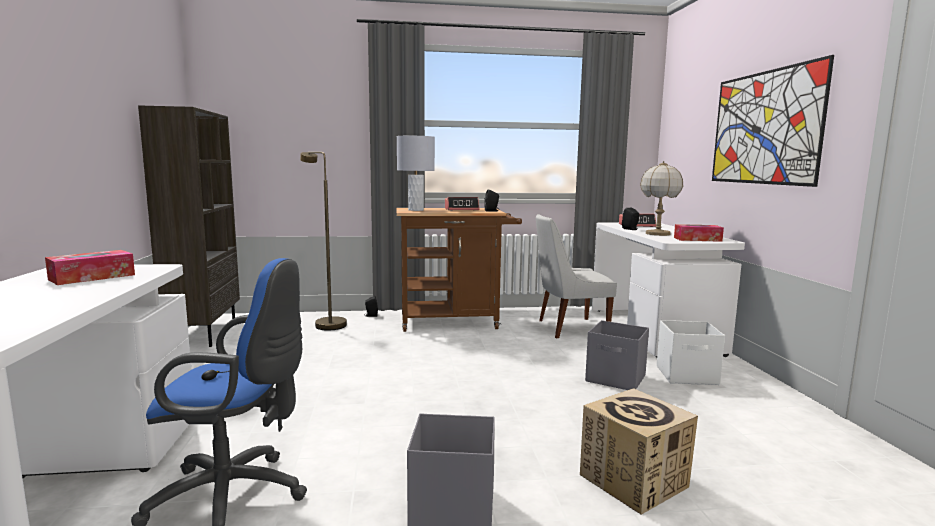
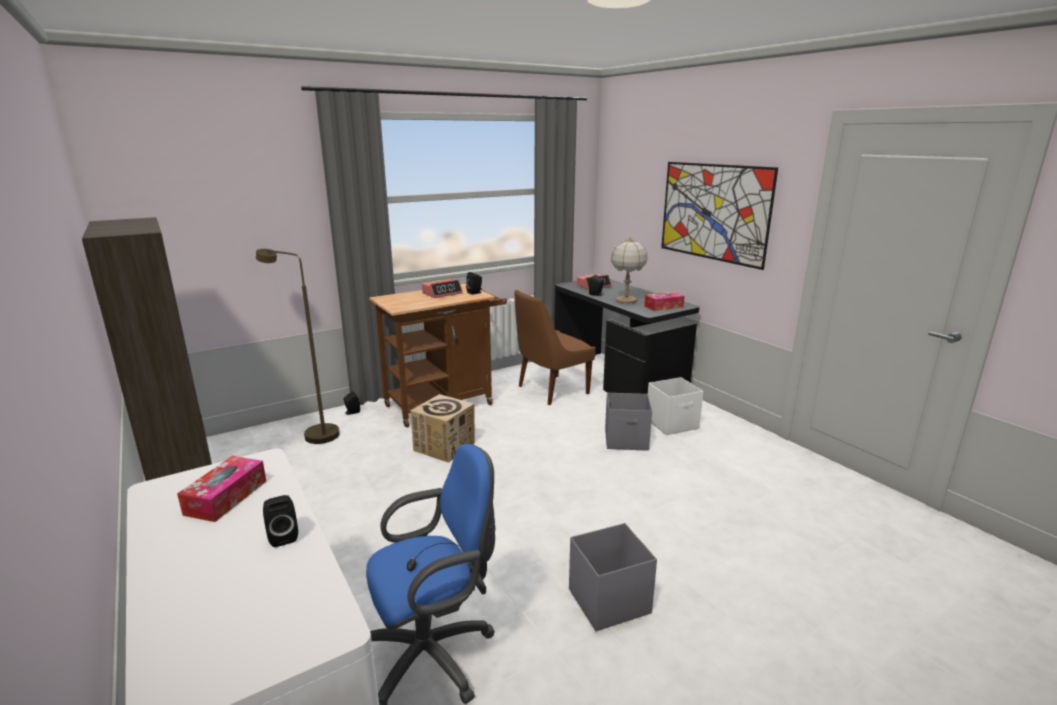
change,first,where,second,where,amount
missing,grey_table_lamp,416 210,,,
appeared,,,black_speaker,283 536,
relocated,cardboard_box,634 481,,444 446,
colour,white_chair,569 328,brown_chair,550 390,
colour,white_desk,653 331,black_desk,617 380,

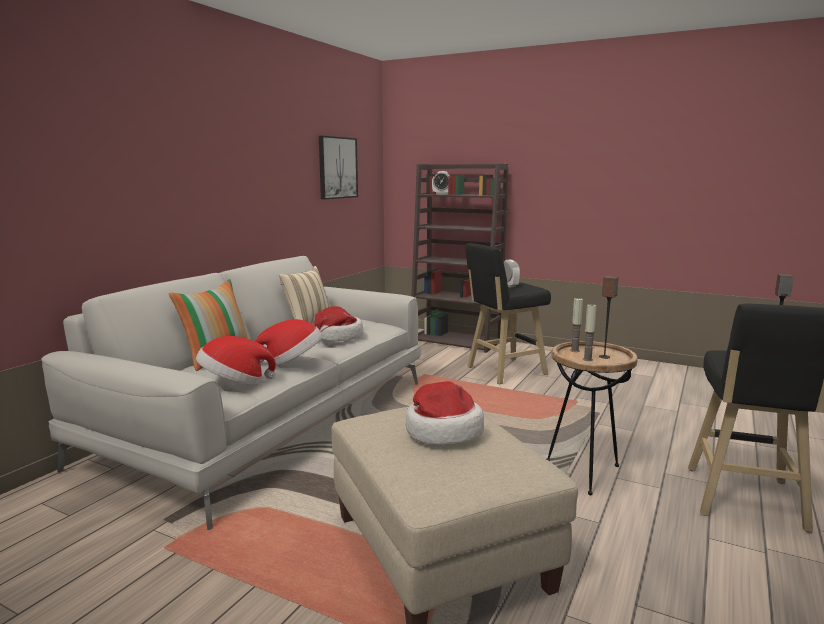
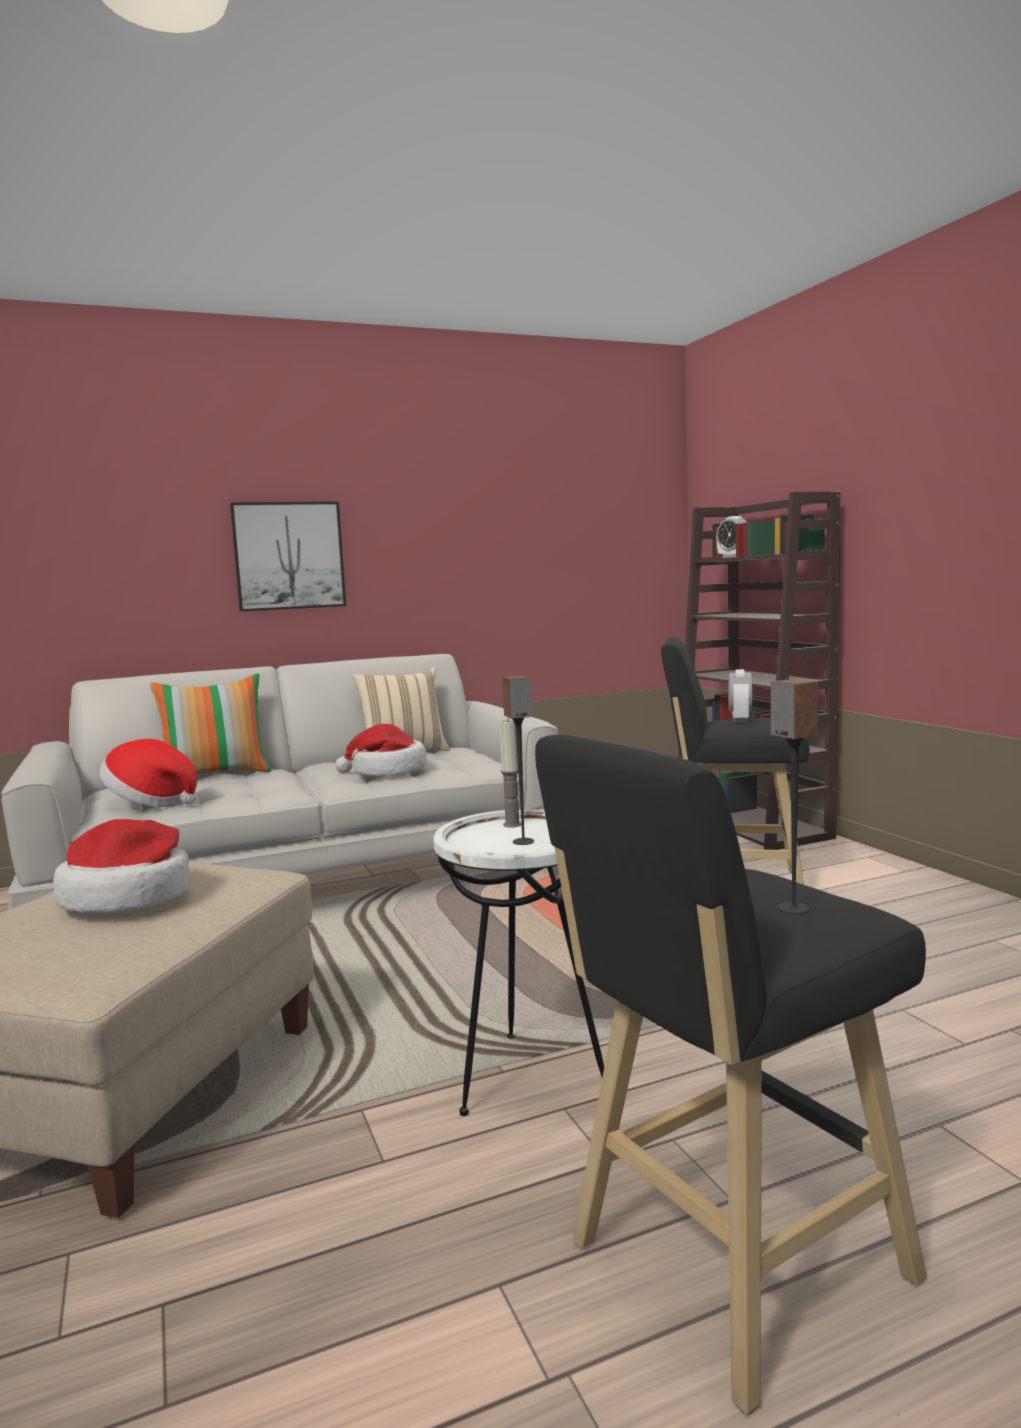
change,first,where,second,where,amount
missing,hat,291 363,,,
missing,candle,587 359,,,
relocated,picture,337 168,,289 556,
colour,brown_side_table,584 473,white_side_table,527 1079,

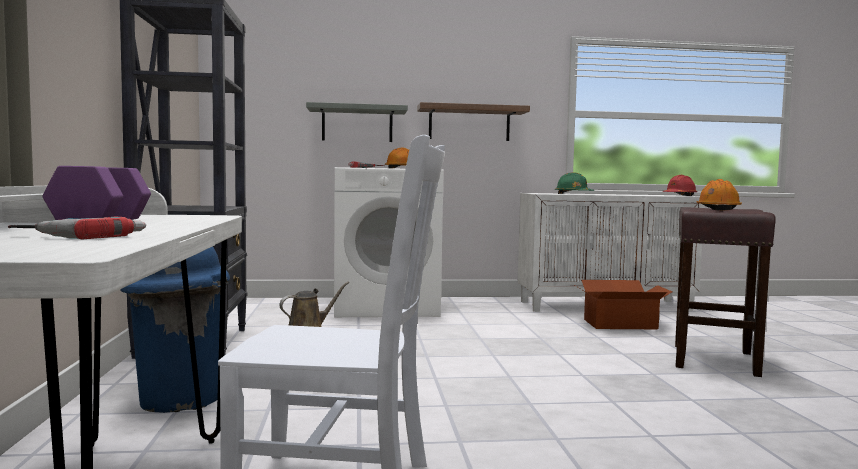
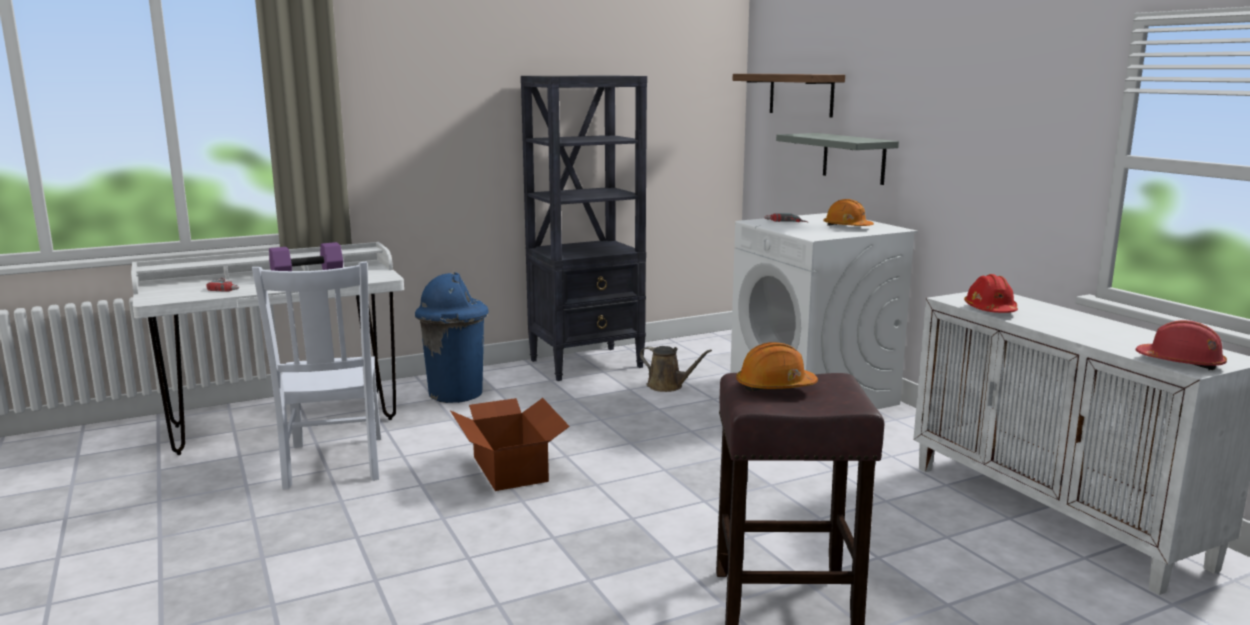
change,first,where,second,where,amount
relocated,shelf,469 123,,801 94,
relocated,cardboard_box,619 324,,511 468,
colour,green_hard_hat,573 194,red_hard_hat,990 310,

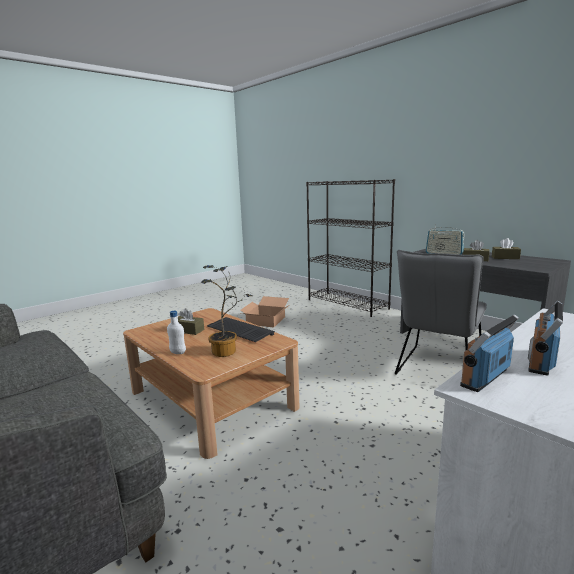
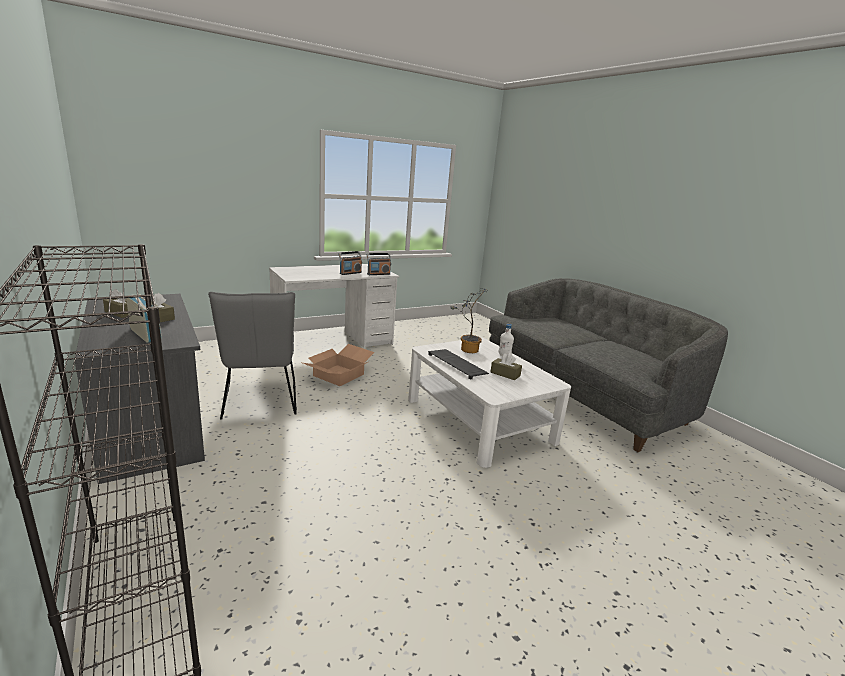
change,first,where,second,where,amount
relocated,cardboard_box,266 321,,338 374,
colour,brown_coffee_table,211 399,white_coffee_table,479 420,
spun,grey_chair,437 370,,260 402,120 degrees clockwise

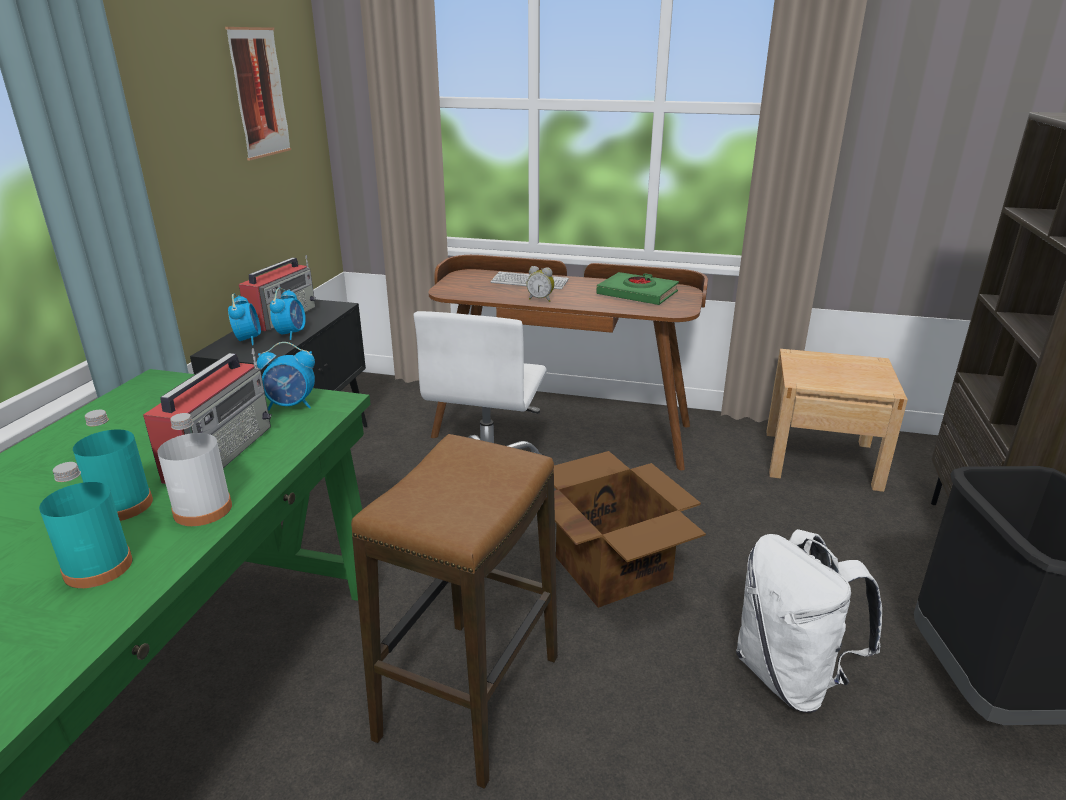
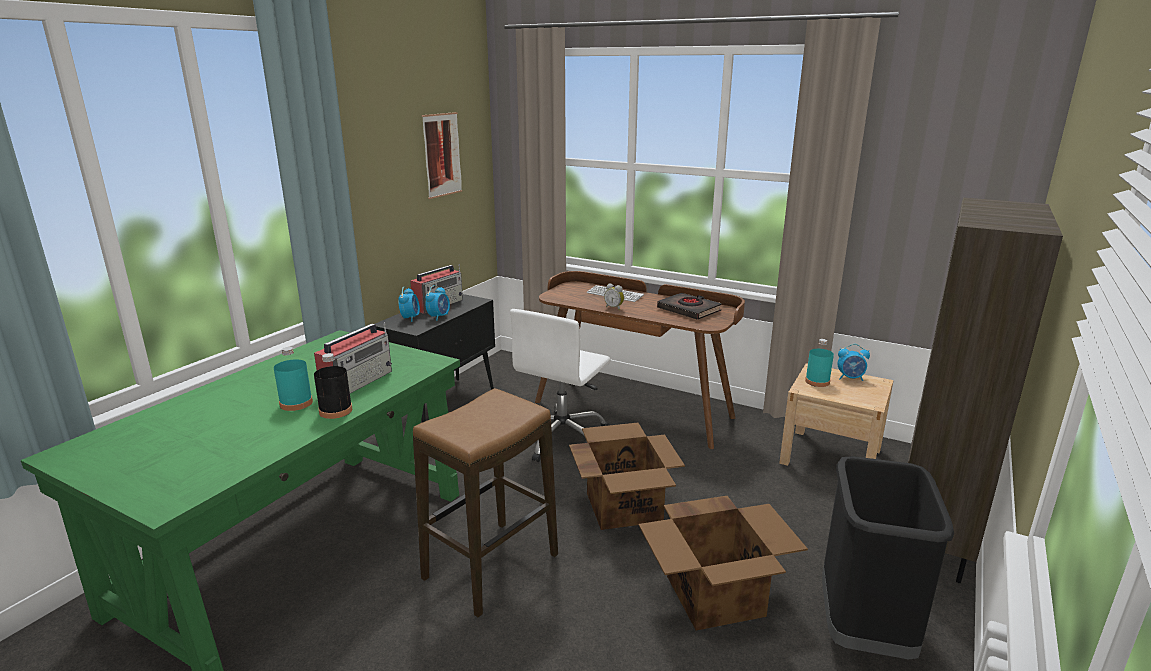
change,first,where,second,where,amount
relocated,turquoise_bottle,98 567,,817 381,
relocated,alarm_clock,292 405,,850 378,
exchanged,white_backpack,790 676,cardboard_box,716 596,
colour,white_bottle,203 509,black_bottle,335 411,
colour,green_book,637 294,black_book,689 310,

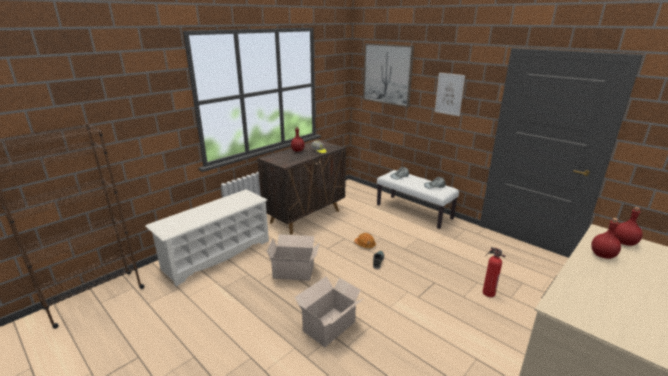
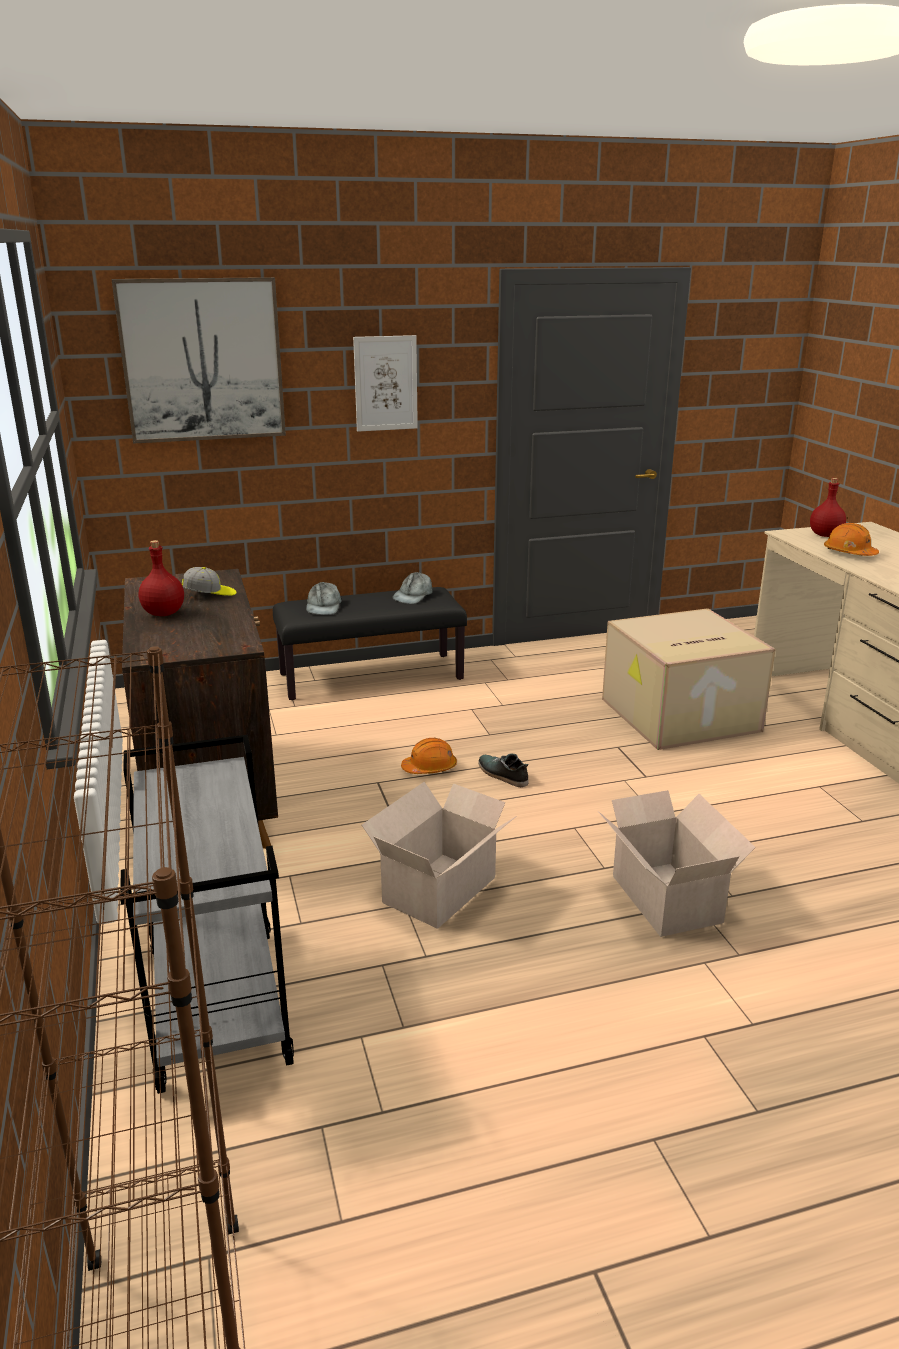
change,first,where,second,where,amount
exchanged,white_shoe_rack,217 254,grey_cart,216 1005,
exchanged,fire_extinguisher,487 292,cardboard_box,679 716,
exchanged,red_bottle,602 255,orange_hard_hat,849 553,
colour,white_bench,414 211,black_bench,371 676,

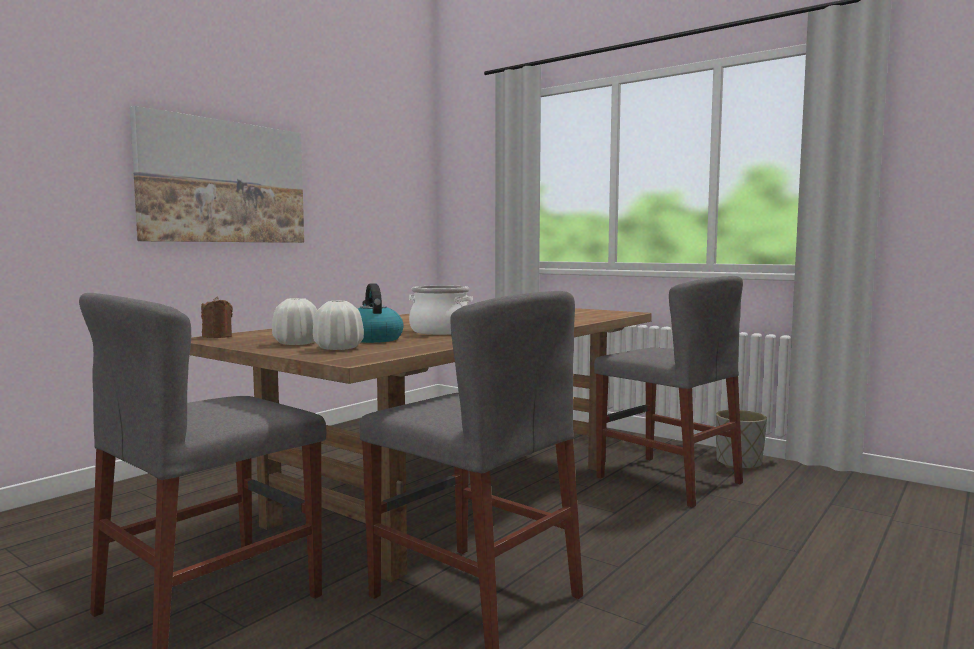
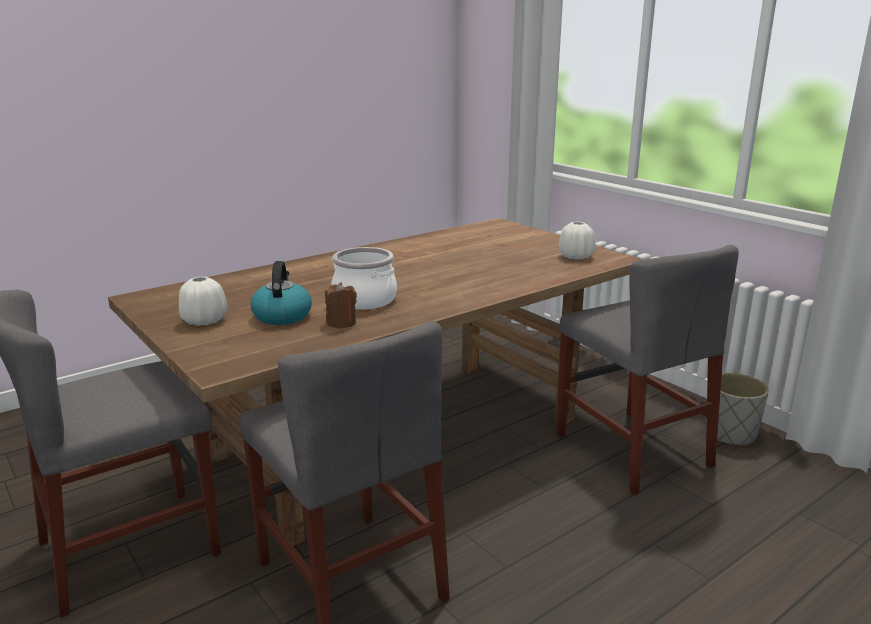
change,first,where,second,where,amount
missing,picture,223 182,,,
relocated,brown_candle,217 337,,341 323,
relocated,white_vase,339 348,,575 257,

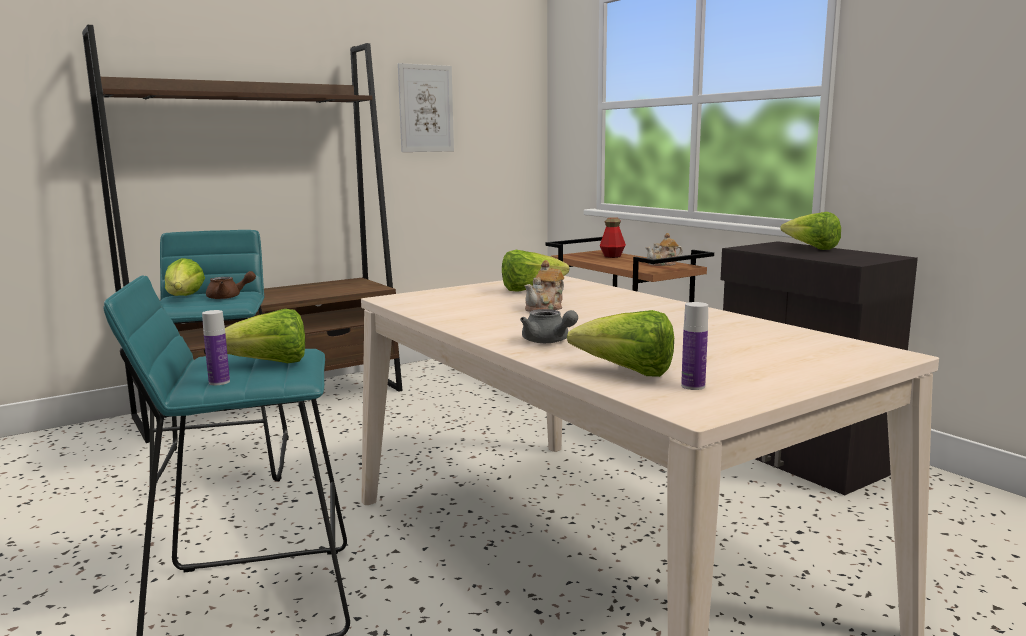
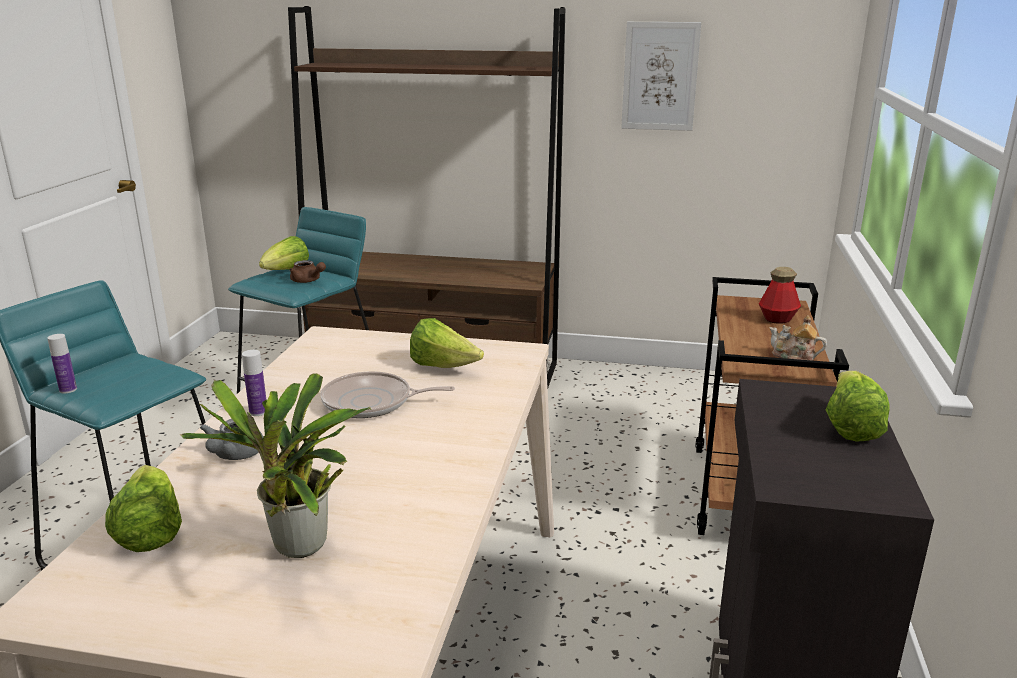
change,first,where,second,where,amount
missing,lettuce,268 364,,,
appeared,,,potted_plant,299 551,
relocated,bottle,693 386,,258 412,
exchanged,teapot,545 308,frying_pan,372 402,

